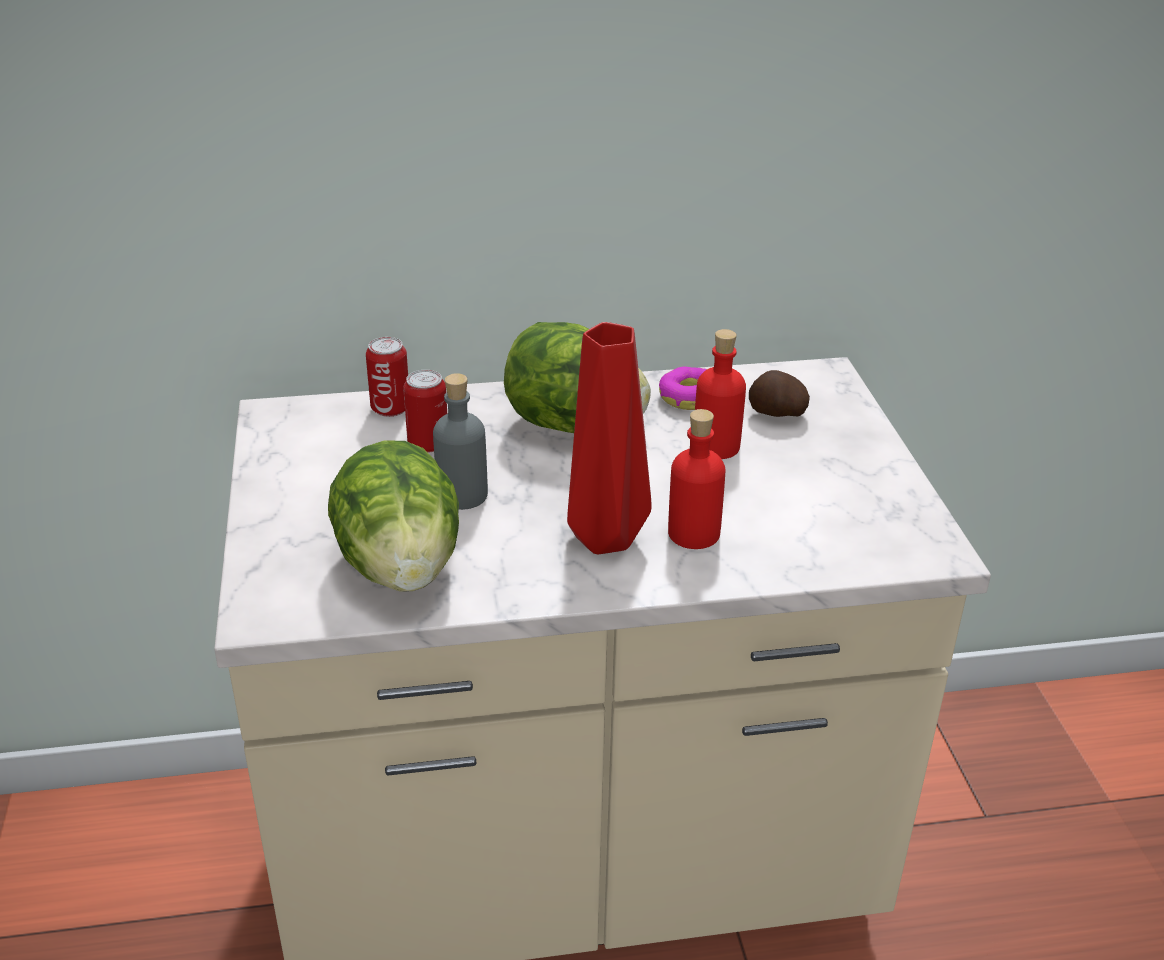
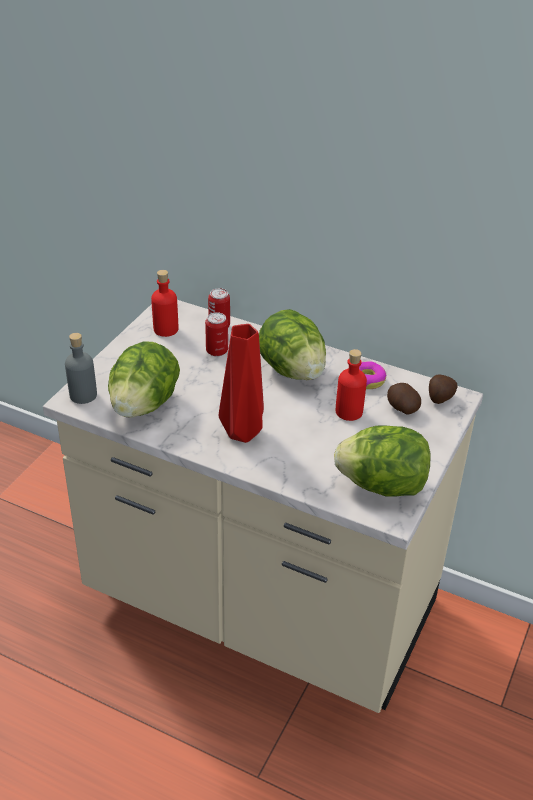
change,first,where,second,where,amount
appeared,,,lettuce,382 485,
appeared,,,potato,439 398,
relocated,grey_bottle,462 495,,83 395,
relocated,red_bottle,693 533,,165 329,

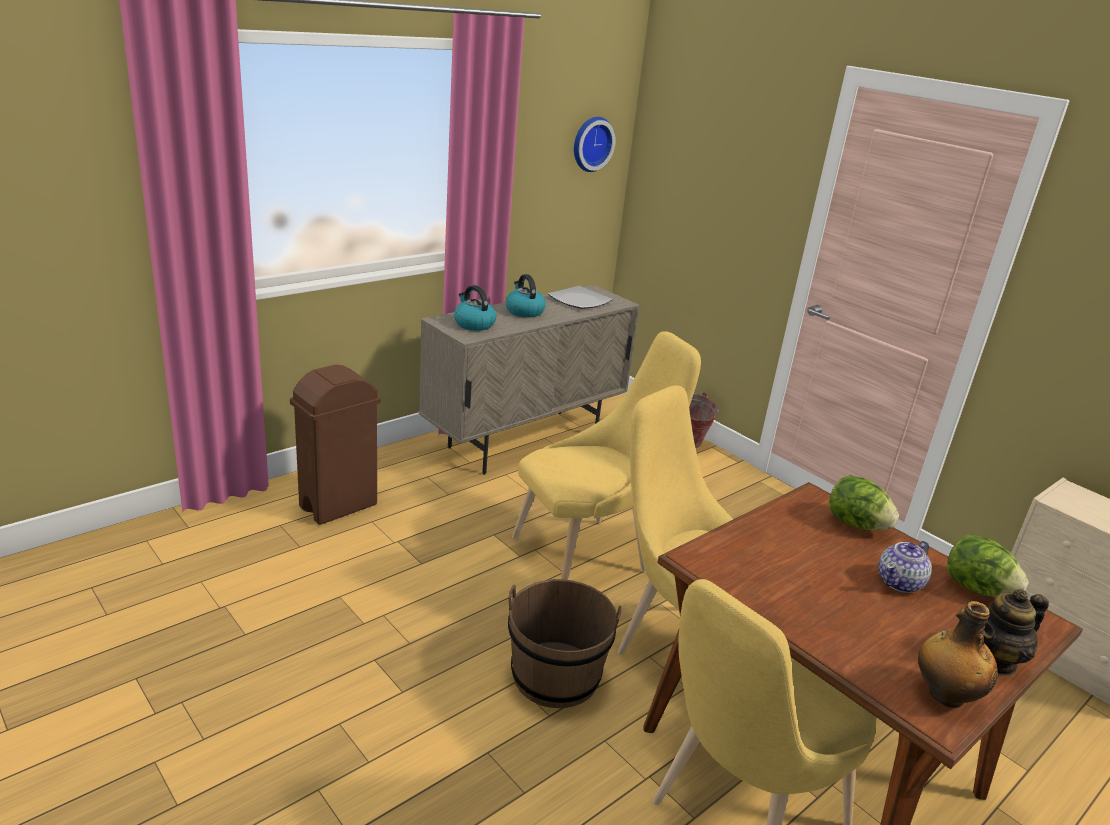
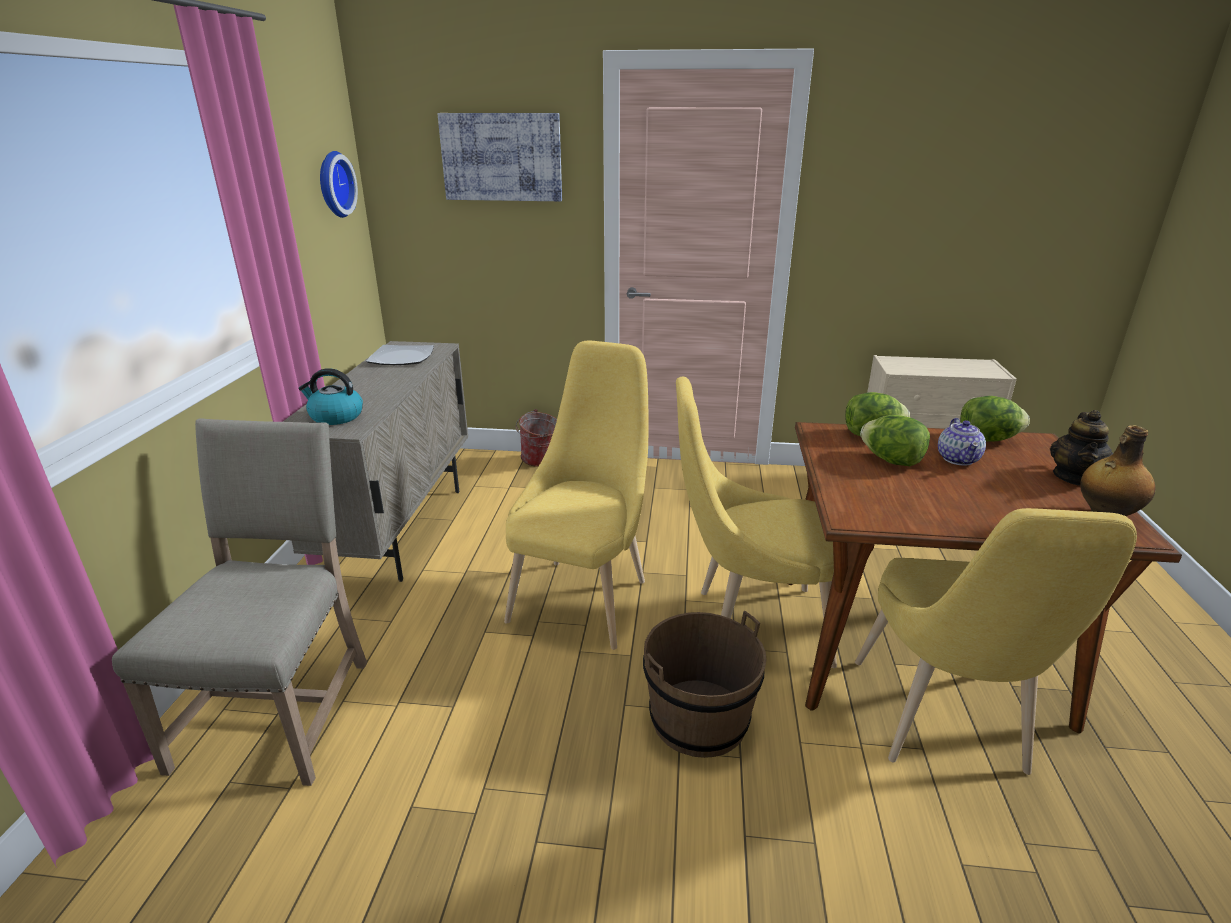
change,first,where,second,where,amount
missing,kettle,524 311,,,
appeared,,,picture,501 157,
appeared,,,lettuce,891 461,
exchanged,brown_trash_can,339 506,beige_chair,282 709,

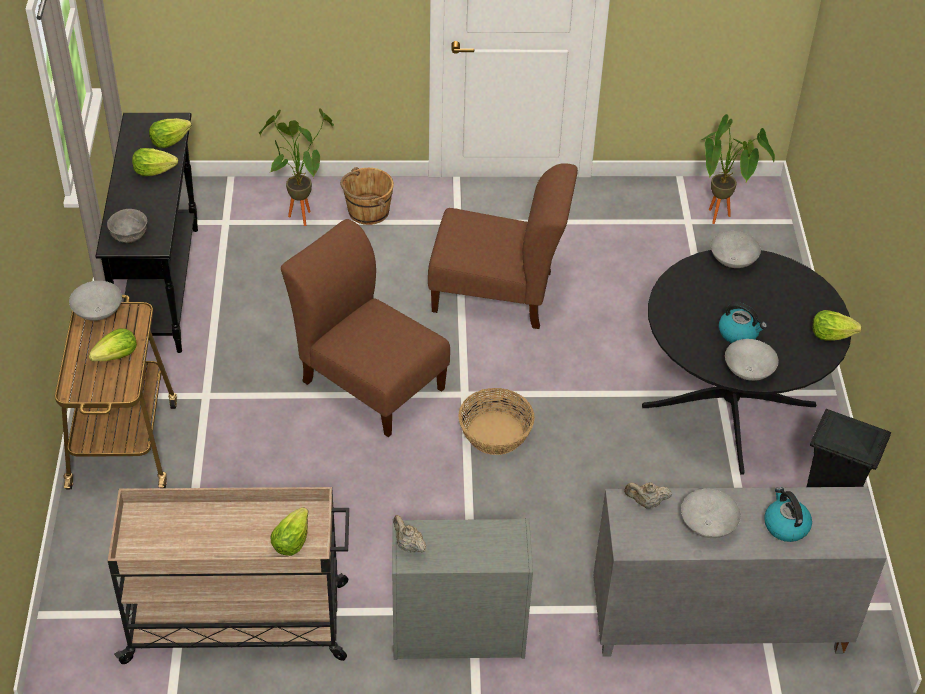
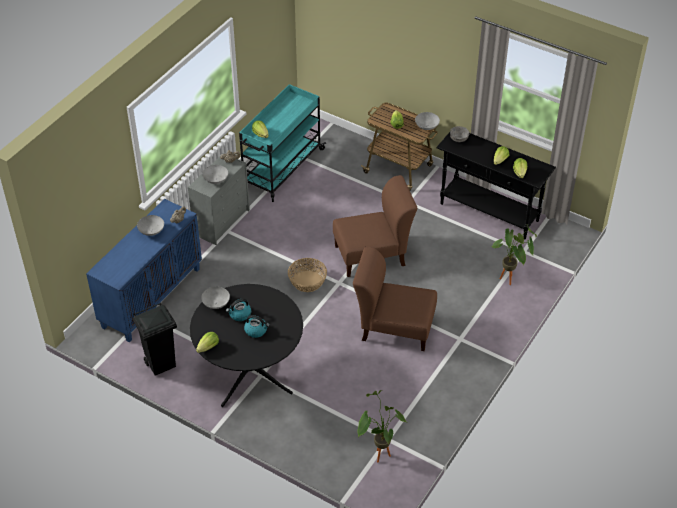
change,first,where,second,where,amount
missing,brown_bucket,367 211,,,
relocated,grey_bowl,733 261,,215 180,
relocated,kettle,785 525,,256 330,
colour,beige_cart,239 622,turquoise_cart,281 169,
colour,grey_cabinet,716 625,blue_cabinet,151 297,
spun,brown_chair,498 294,,394 327,60 degrees clockwise

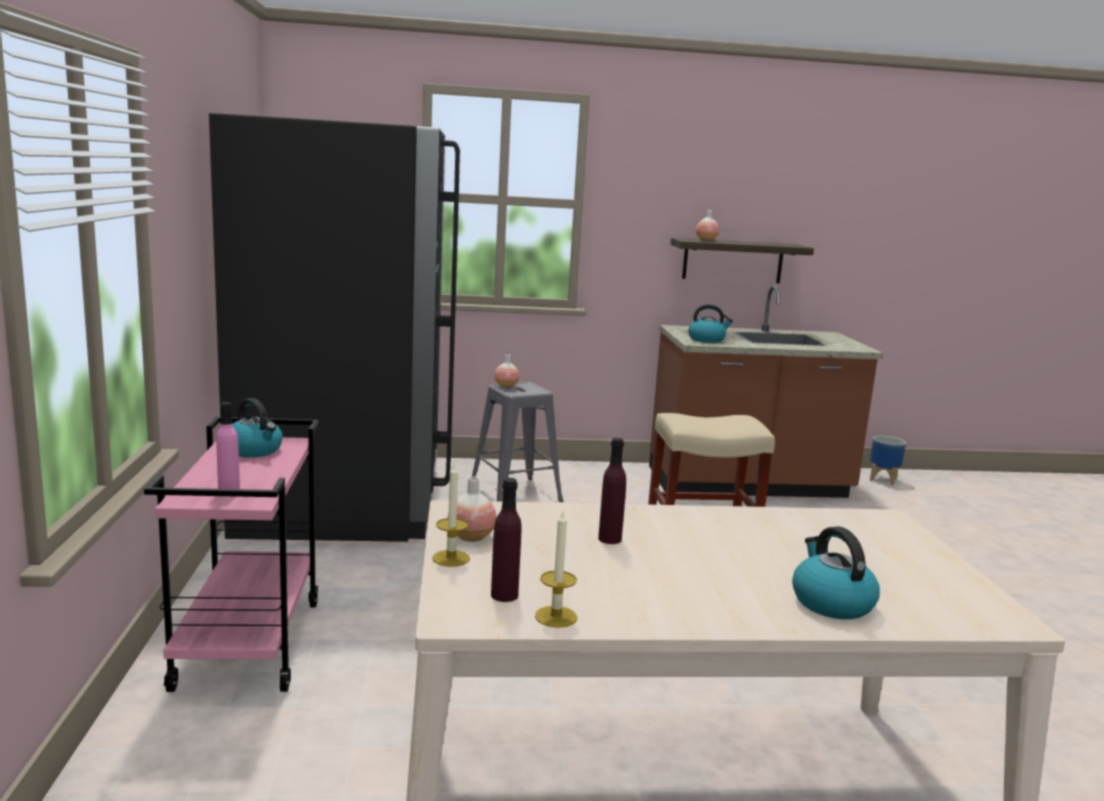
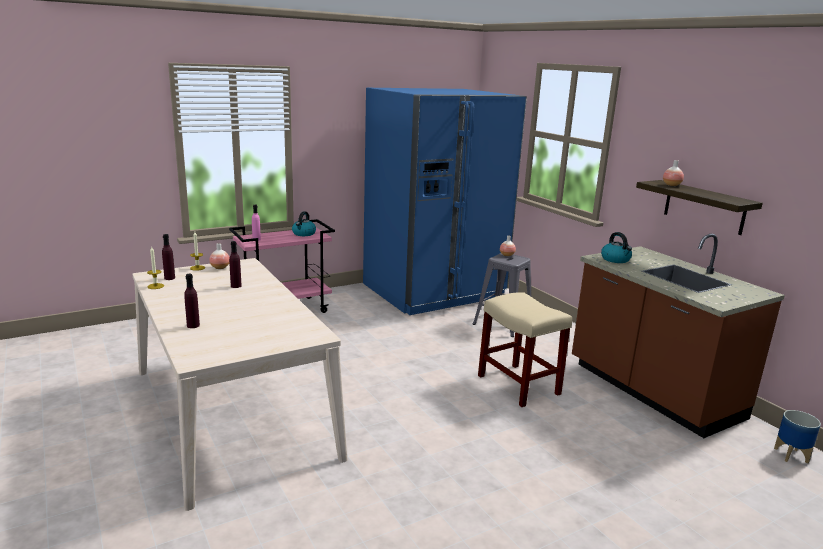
change,first,where,second,where,amount
exchanged,kettle,831 602,purple_bottle,193 325,
colour,black_fridge,343 500,blue_fridge,433 291,

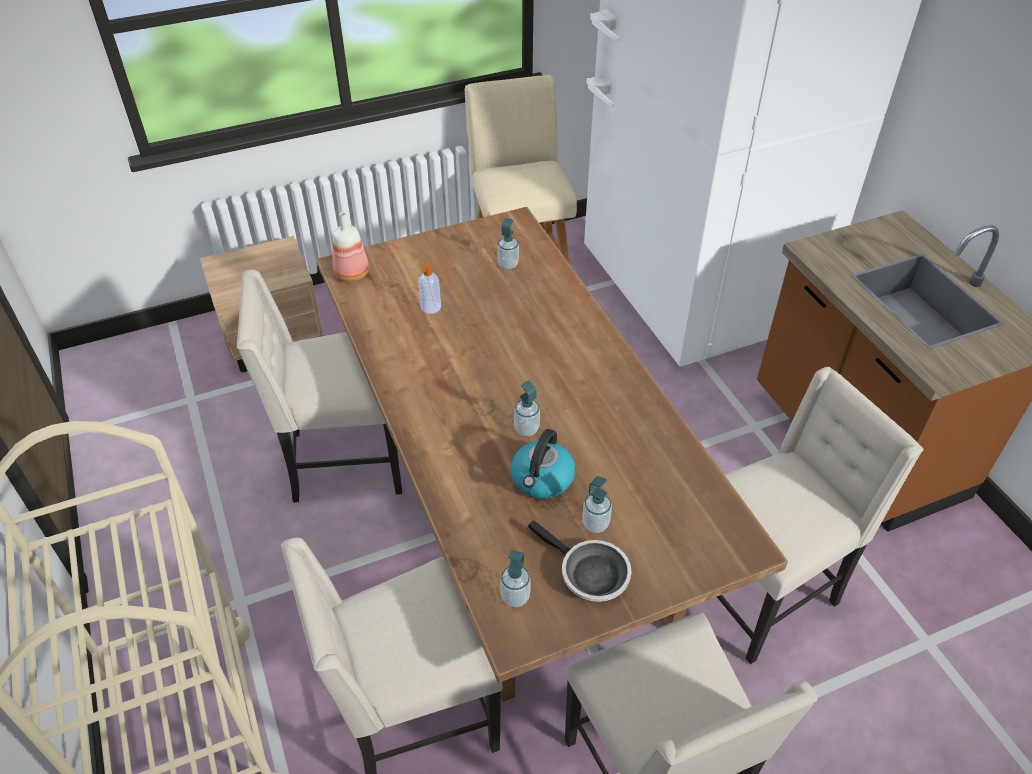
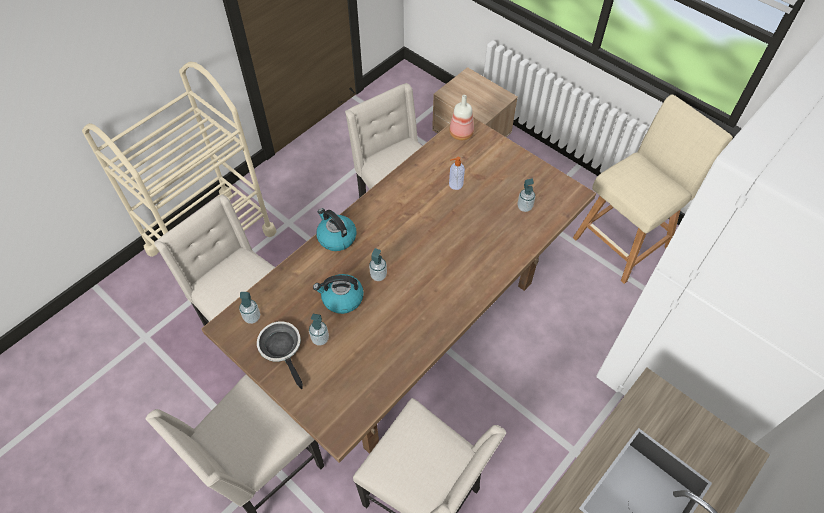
change,first,where,second,where,amount
appeared,,,kettle,336 237,
spun,frying_pan,589 574,,282 348,135 degrees clockwise

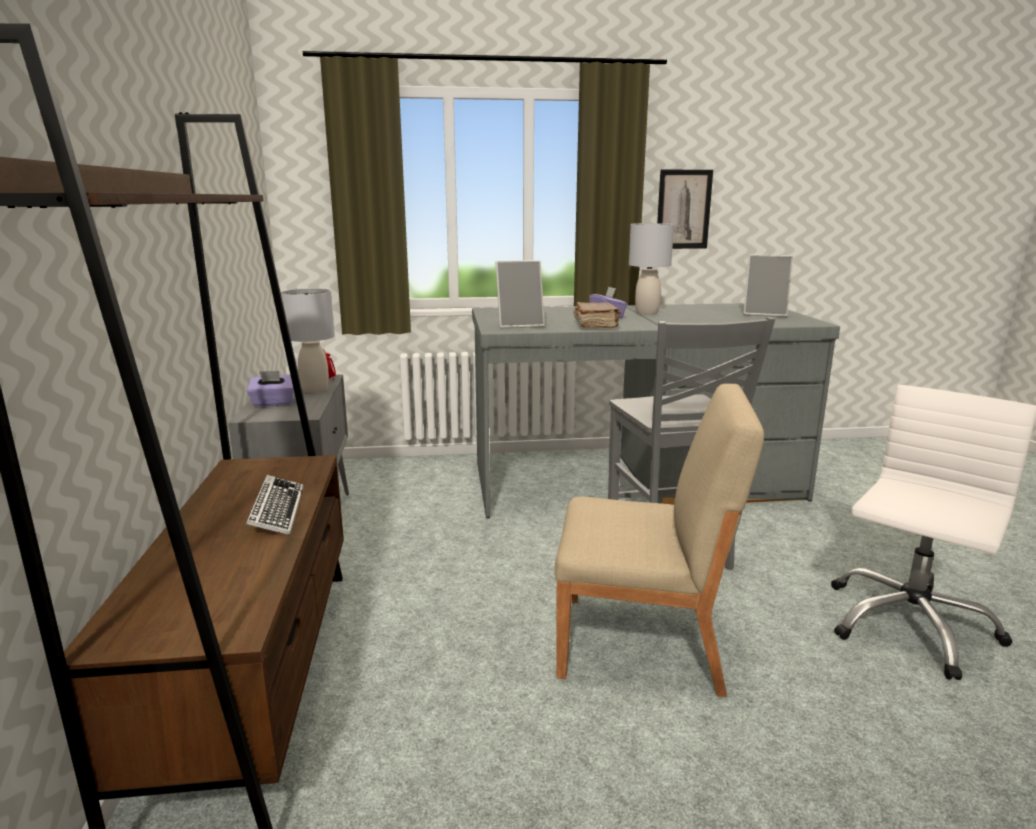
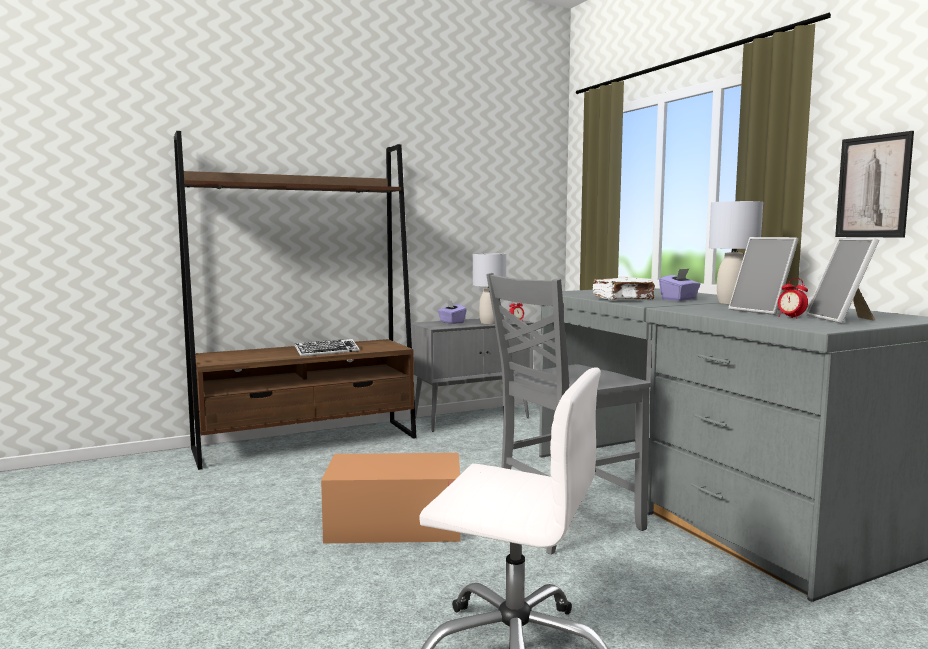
change,first,where,second,where,amount
appeared,,,alarm_clock,791 317,
relocated,picture_frame,520 325,,763 311,
exchanged,beige_chair,642 643,cardboard_box,394 525,
colour,brown_book,596 325,white_book,623 299,

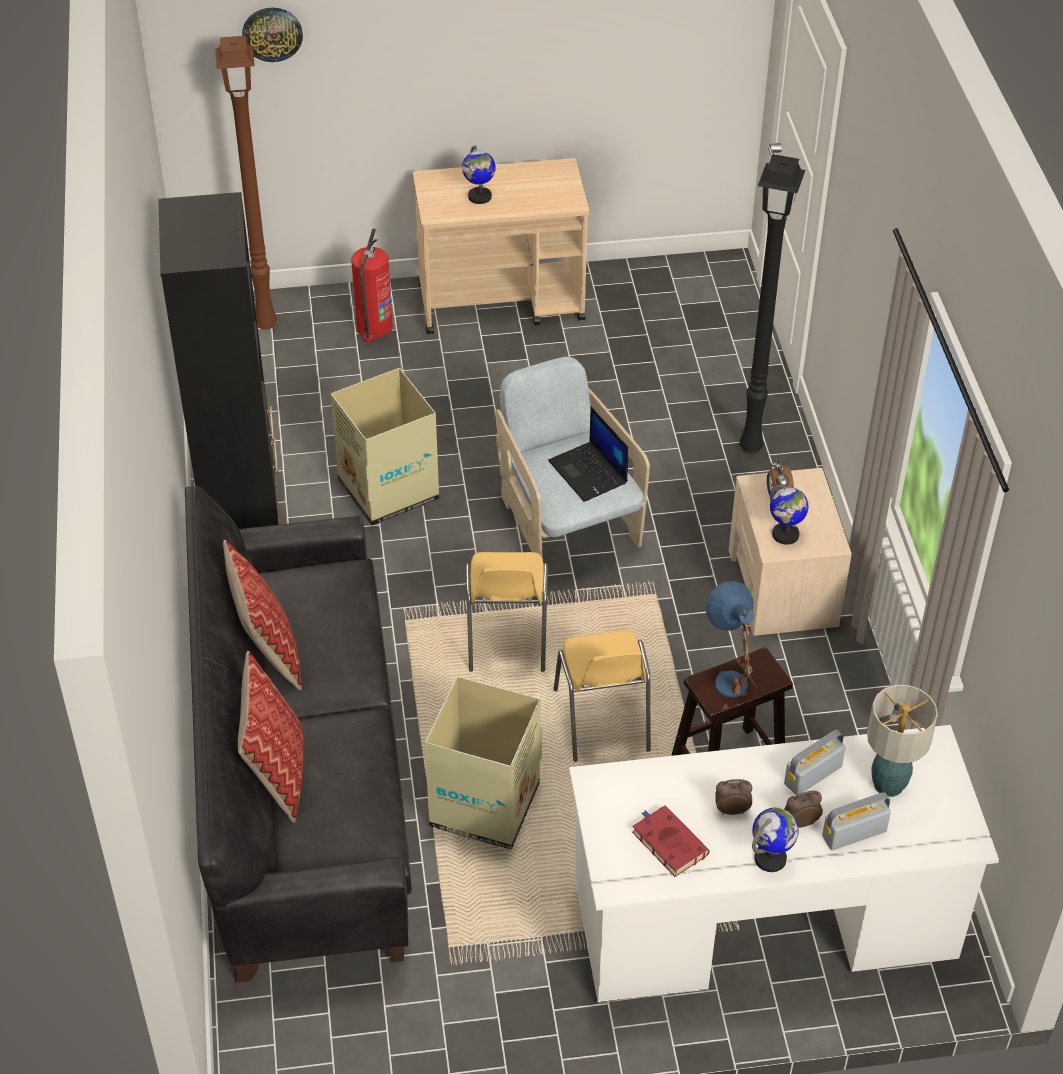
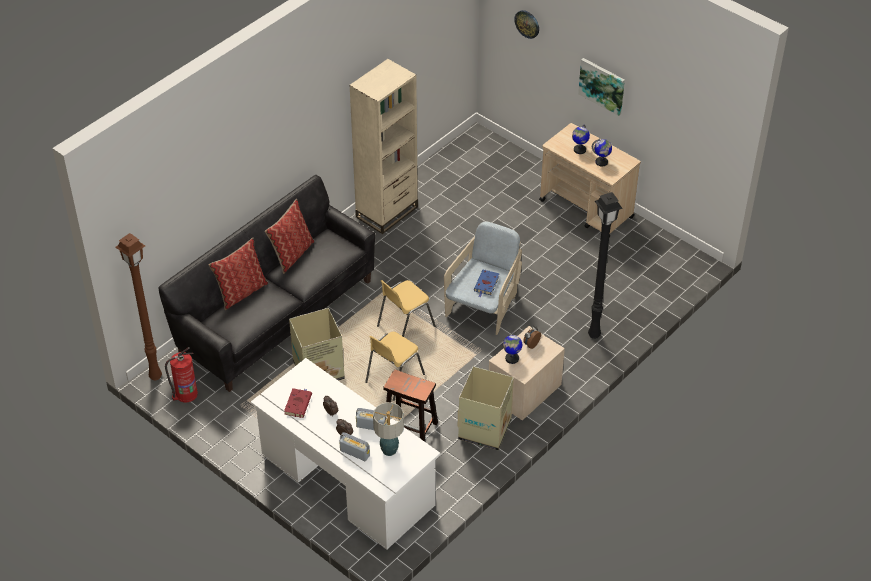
change,first,where,second,where,amount
missing,blue_table_lamp,728 675,,,
appeared,,,picture,602 86,
relocated,brown_floor_lamp,264 323,,155 375,
relocated,cardboard_box,388 489,,485 429,
relocated,fire_extinguisher,373 327,,185 394,
relocated,globe,770 859,,601 162,
exchanged,laptop,589 472,blue_book,486 284,
colour,black_bookcase,241 506,beige_bookcase,387 212,

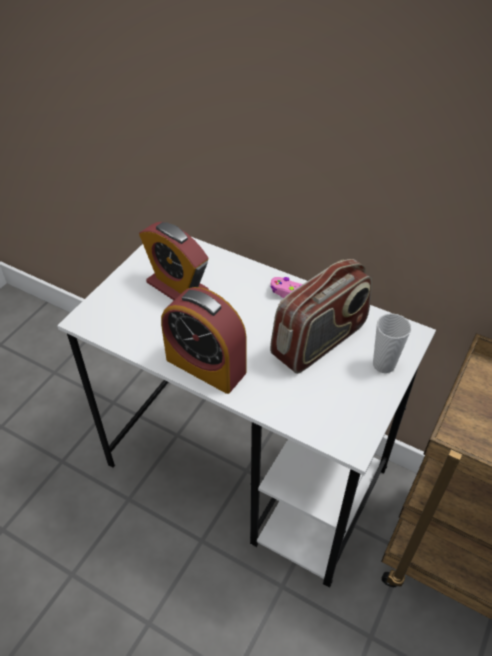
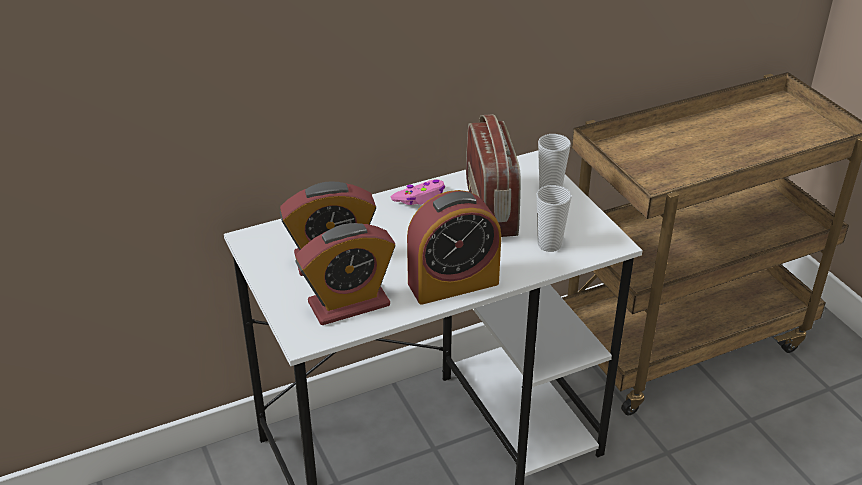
change,first,where,second,where,amount
appeared,,,alarm_clock,349 304,
appeared,,,cup,549 245,

